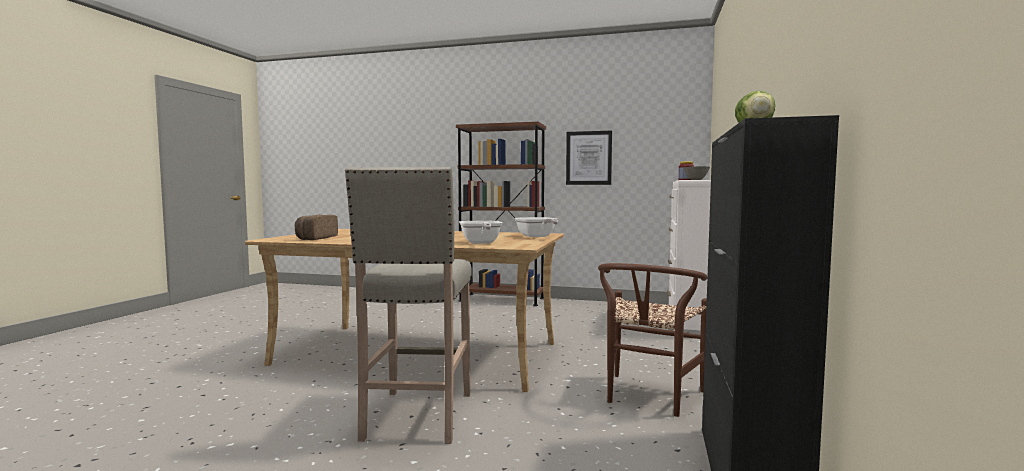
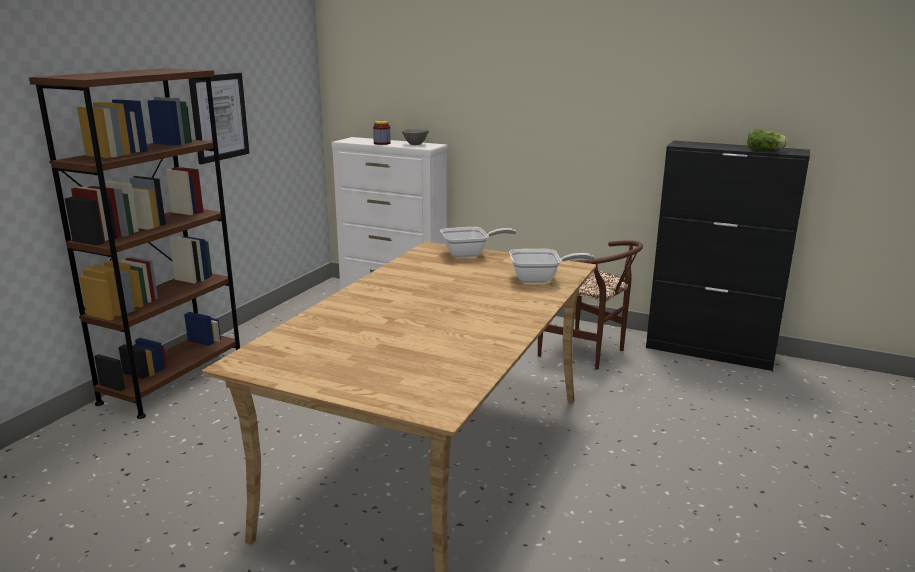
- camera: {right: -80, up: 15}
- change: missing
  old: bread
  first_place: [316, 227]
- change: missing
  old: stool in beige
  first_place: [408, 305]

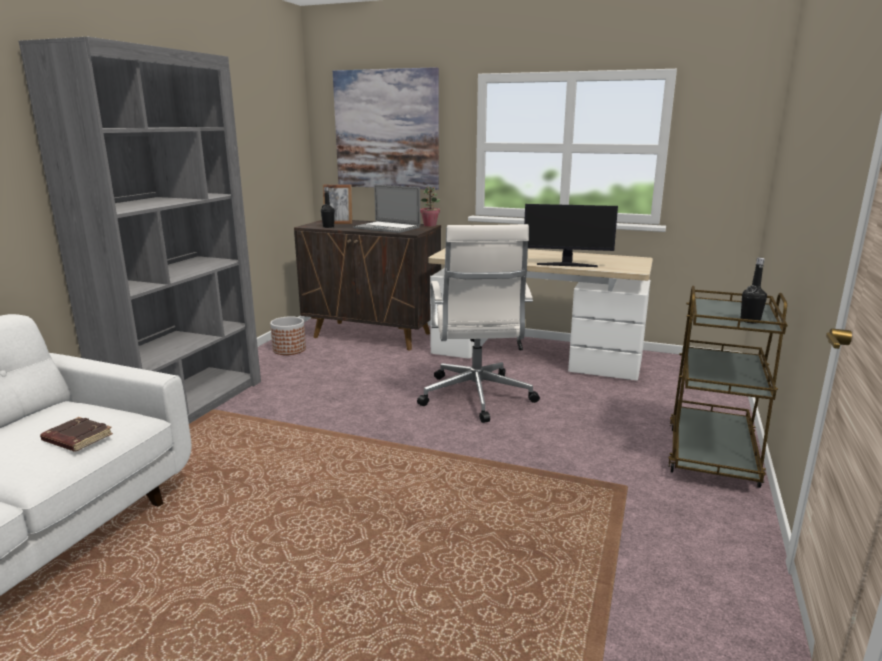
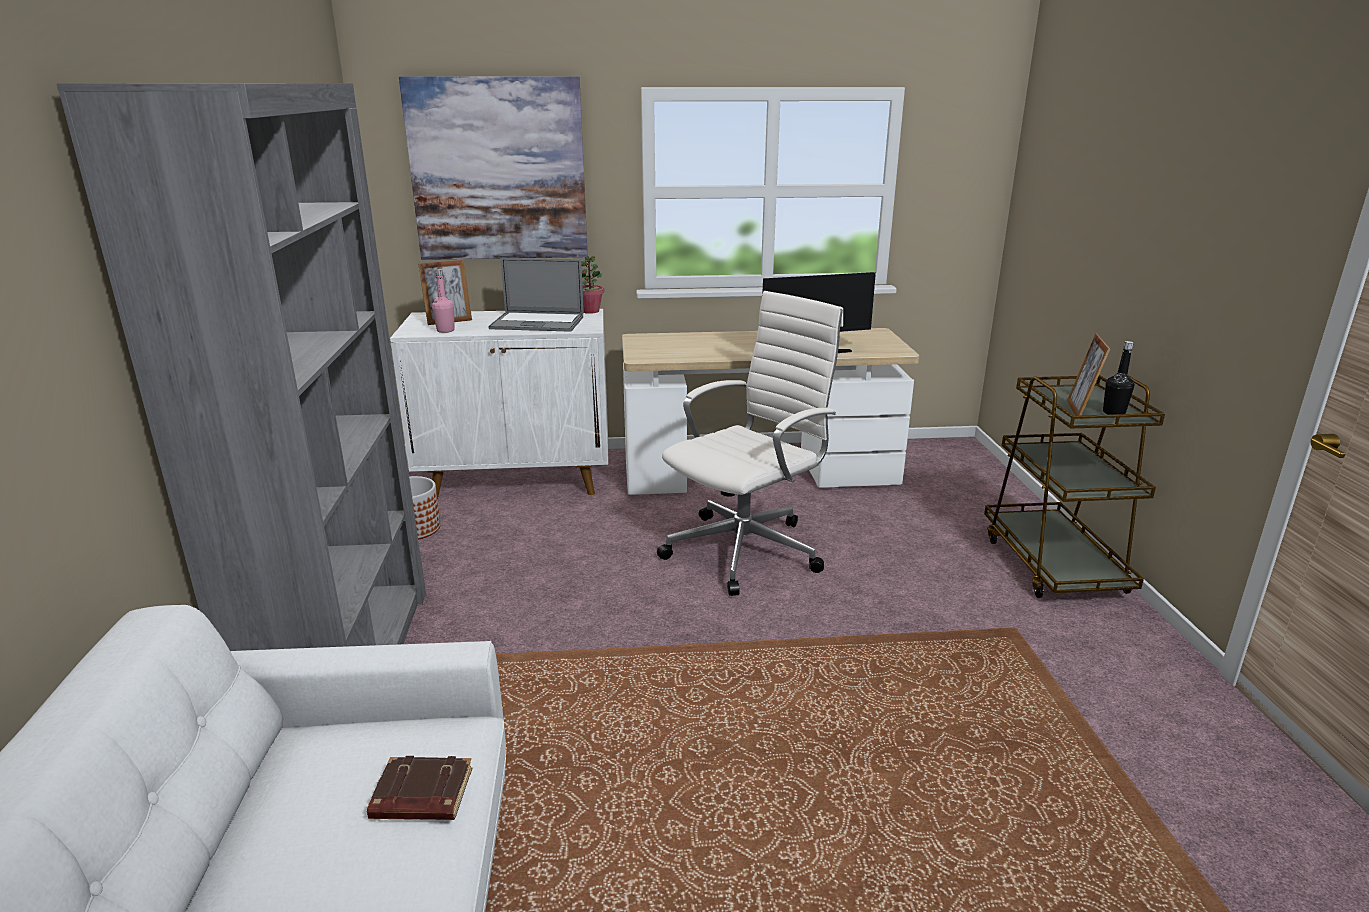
- camera: {right: -25, up: 5}
- change: colour
  old: cabinet in brown
  new: cabinet in white
  first_place: [367, 285]
  second_place: [499, 404]
- change: colour
  old: bottle in black
  new: bottle in pink
  first_place: [328, 207]
  second_place: [443, 301]
- change: spun
  old: office chair in white
  first_place: [478, 323]
  second_place: [750, 443]
  degrees: -105
- change: appeared
  new: picture frame
  second_place: [1088, 376]

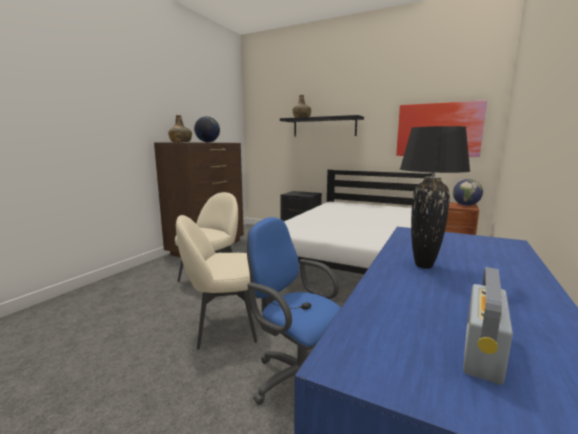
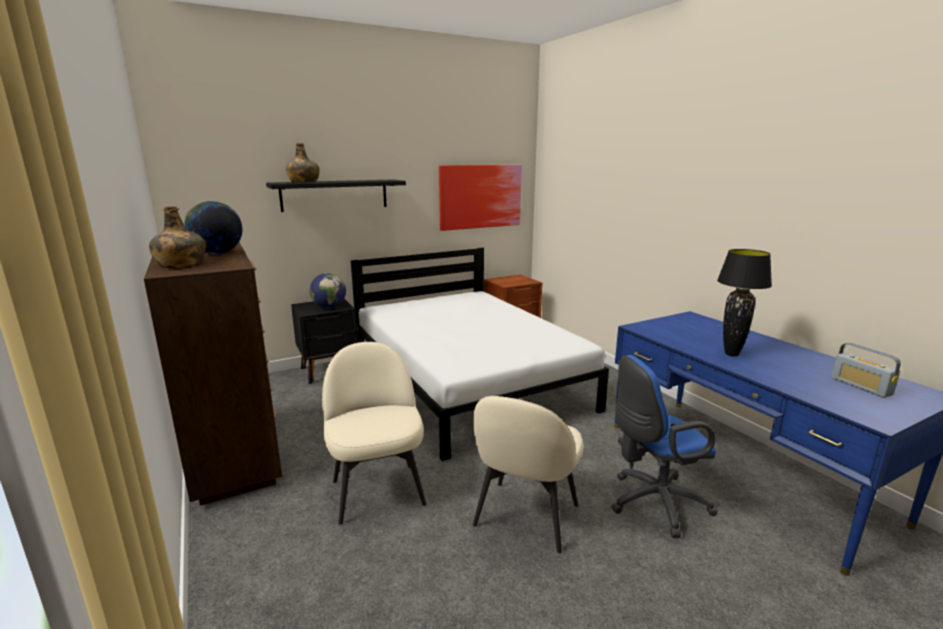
- camera: {right: -55, up: 5}
- change: relocated
  old: globe
  first_place: [468, 192]
  second_place: [328, 290]

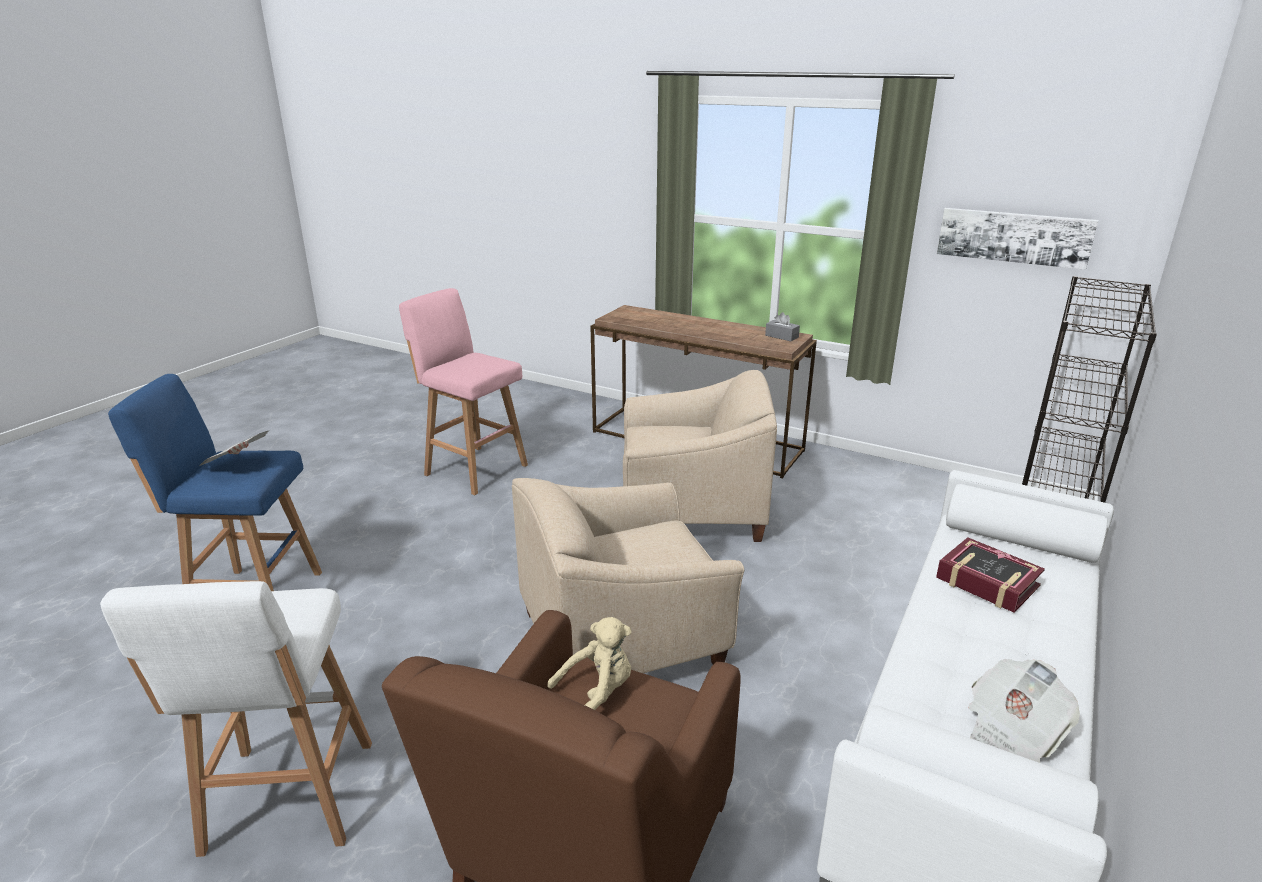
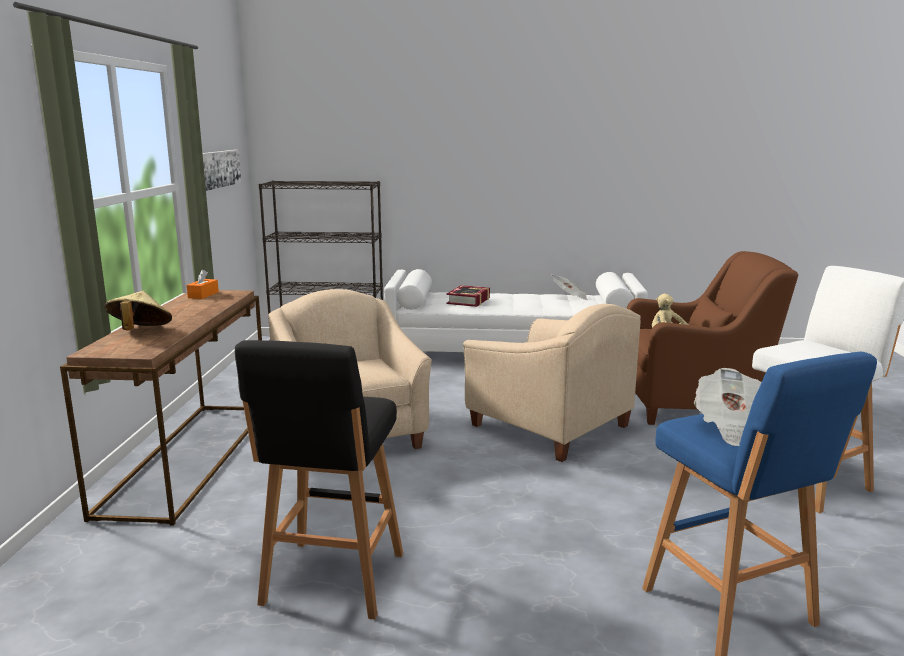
- camera: {right: -115, up: -10}
- change: appeared
  new: hat in beige
  second_place: [138, 311]
- change: colour
  old: tissue box in grey
  new: tissue box in orange
  first_place: [782, 326]
  second_place: [203, 284]
- change: colour
  old: stool in pink
  new: stool in black
  first_place: [463, 391]
  second_place: [319, 480]

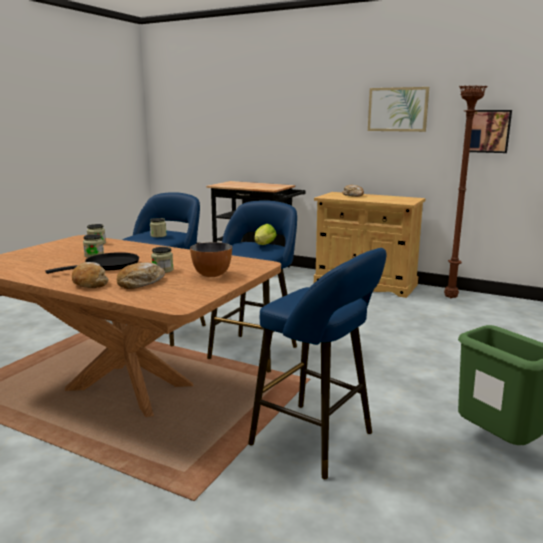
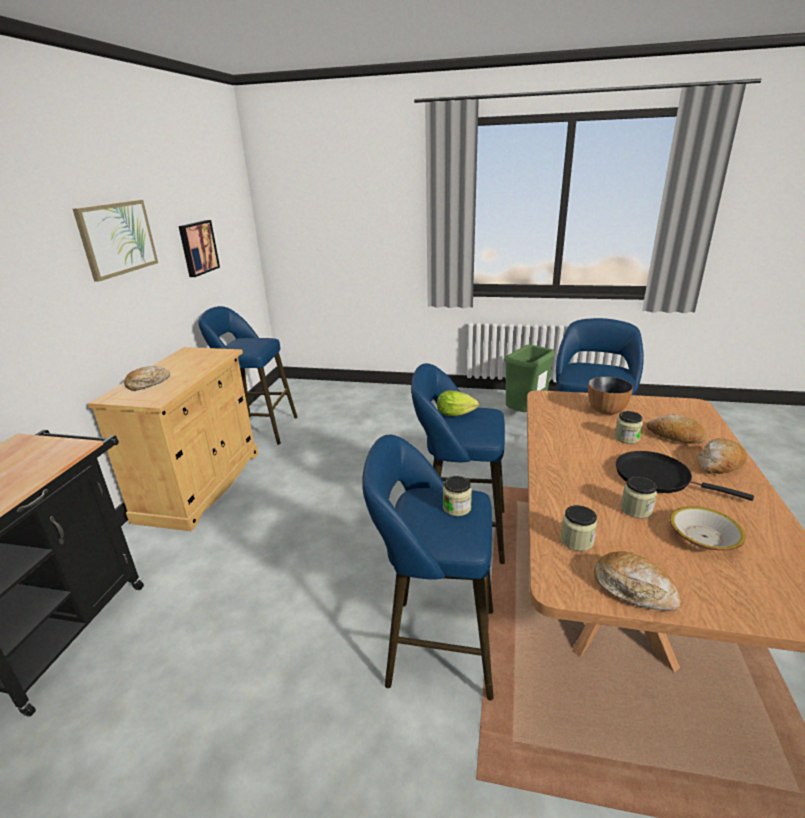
- camera: {right: -105, up: 10}
- change: exchanged
  old: floor lamp in brown
  new: stool in blue
  first_place: [465, 191]
  second_place: [248, 375]
- change: appeared
  new: bread
  second_place: [637, 581]
- change: appeared
  new: bowl
  second_place: [708, 528]

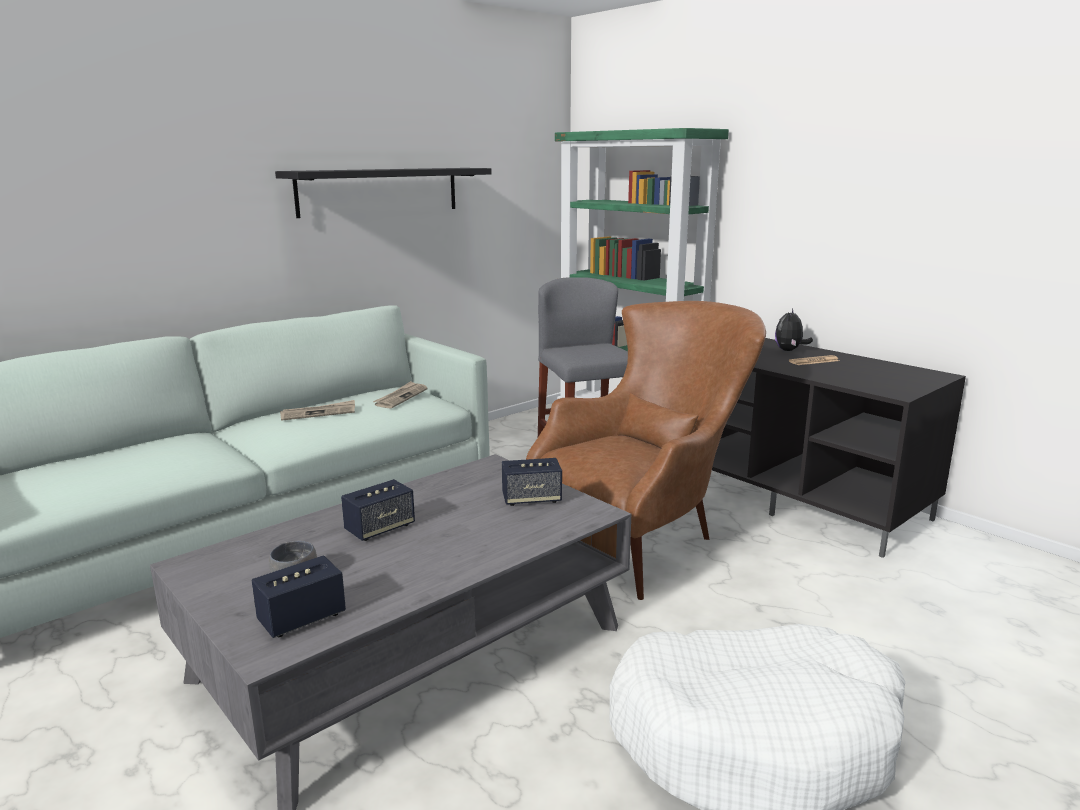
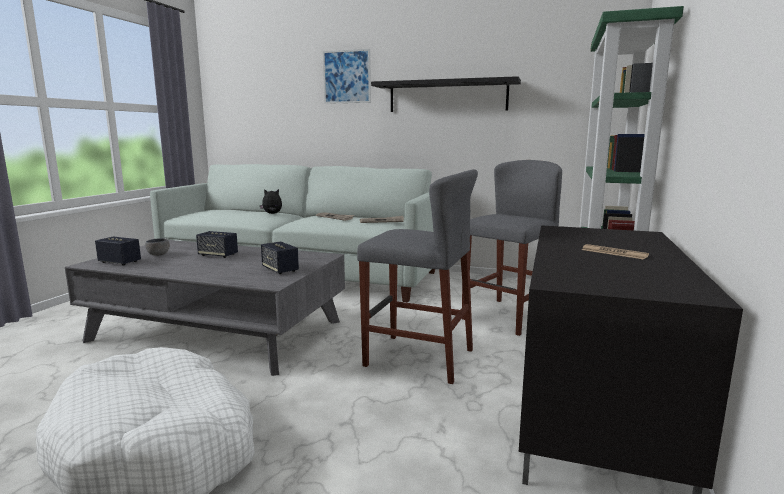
- camera: {right: 60, up: -5}
- change: relocated
  old: plush toy
  first_place: [794, 329]
  second_place: [271, 201]
- change: appeared
  new: picture
  second_place: [347, 76]
- change: exchanged
  old: armchair in brown
  new: stool in grey
  first_place: [646, 450]
  second_place: [417, 276]

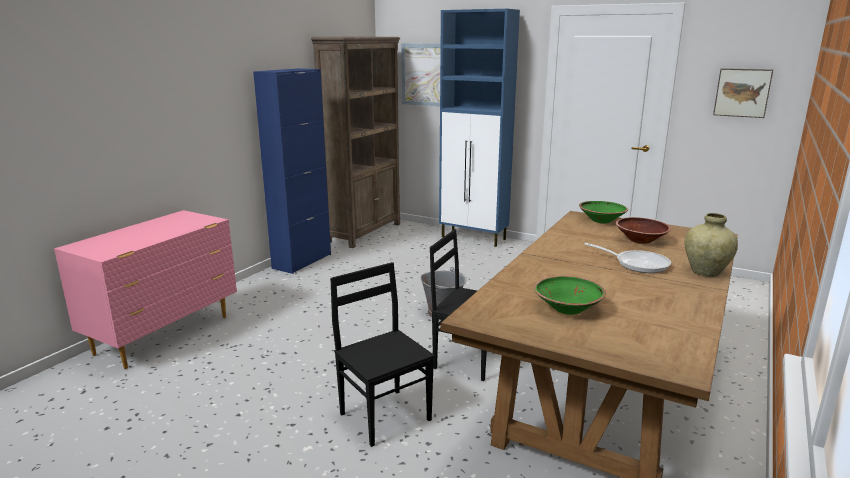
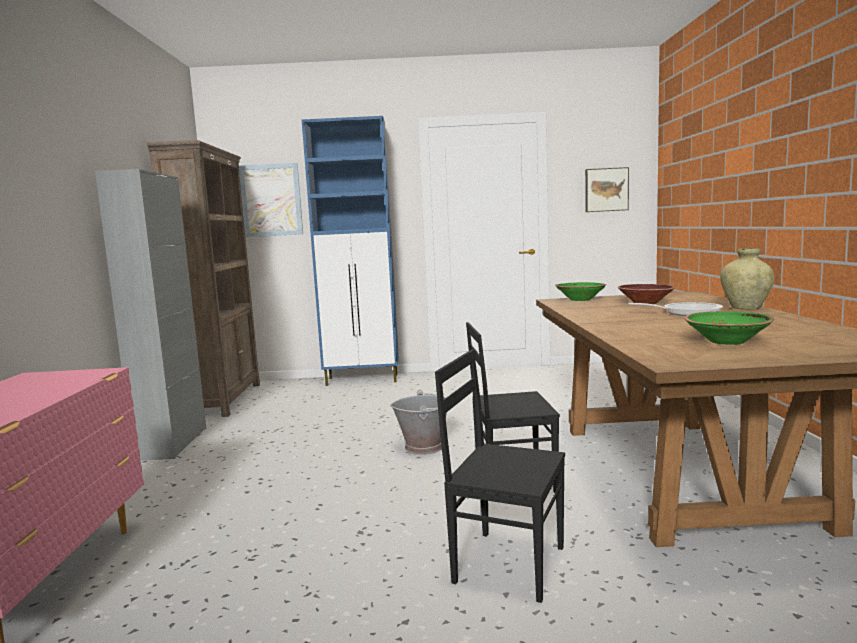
- camera: {right: -30, up: -10}
- change: colour
  old: cabinet in blue
  new: cabinet in grey
  first_place: [292, 171]
  second_place: [150, 315]

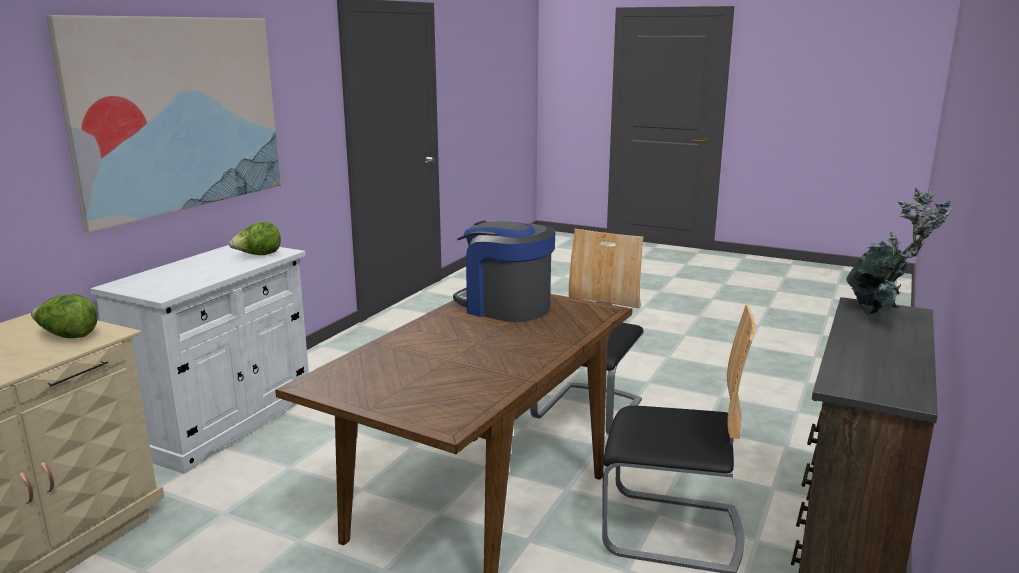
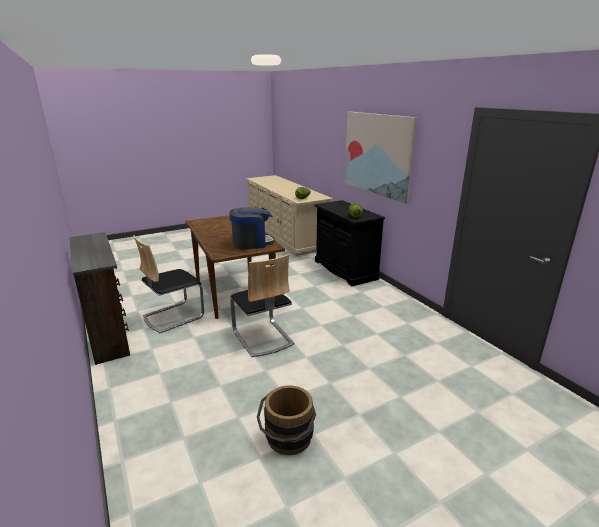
- camera: {right: 125, up: 5}
- change: appeared
  new: bucket in brown
  second_place: [286, 420]
- change: colour
  old: cabinet in white
  new: cabinet in black
  first_place: [199, 359]
  second_place: [349, 243]
- change: missing
  old: potted plant
  first_place: [899, 251]

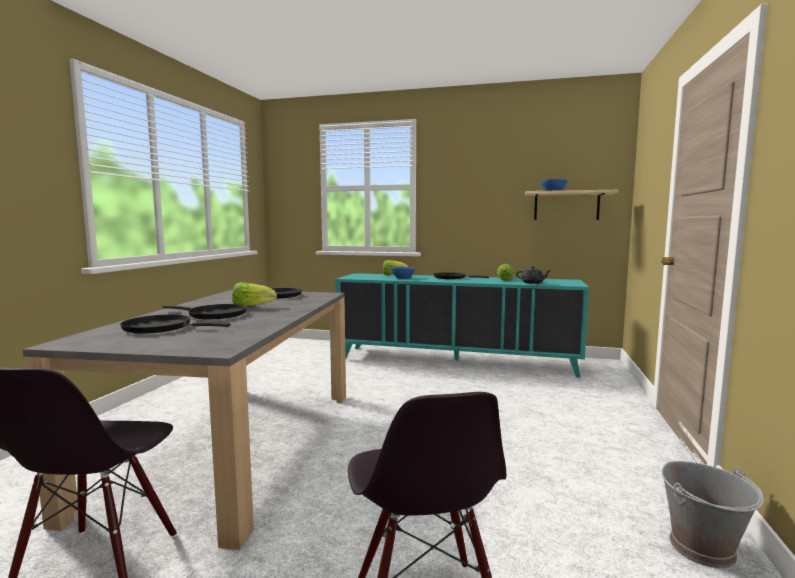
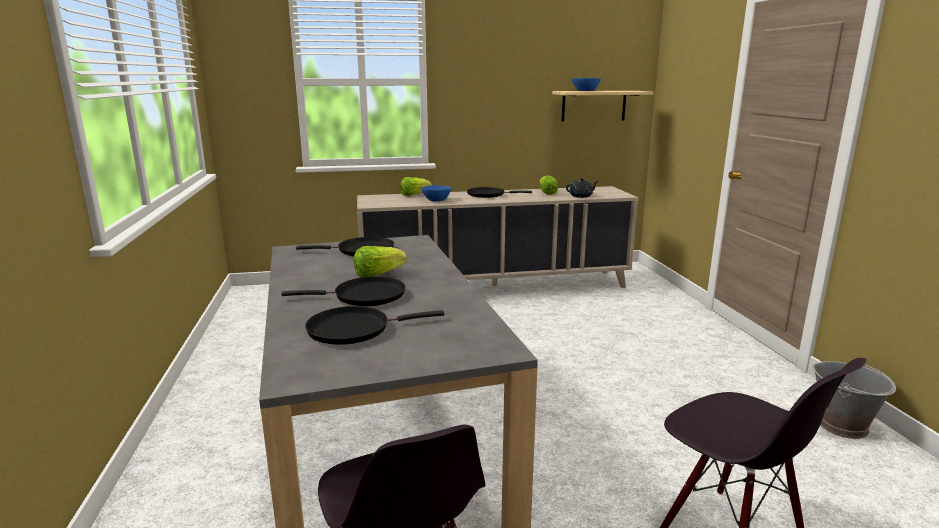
- camera: {right: -25, up: 10}
- change: colour
  old: cabinet in turquoise
  new: cabinet in beige
  first_place: [462, 325]
  second_place: [497, 237]

